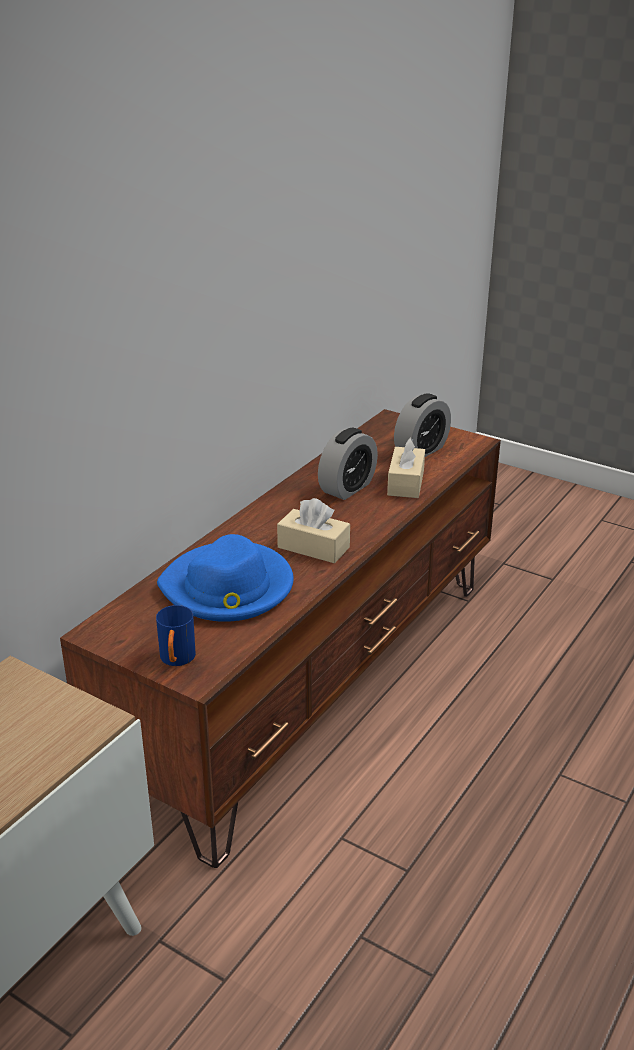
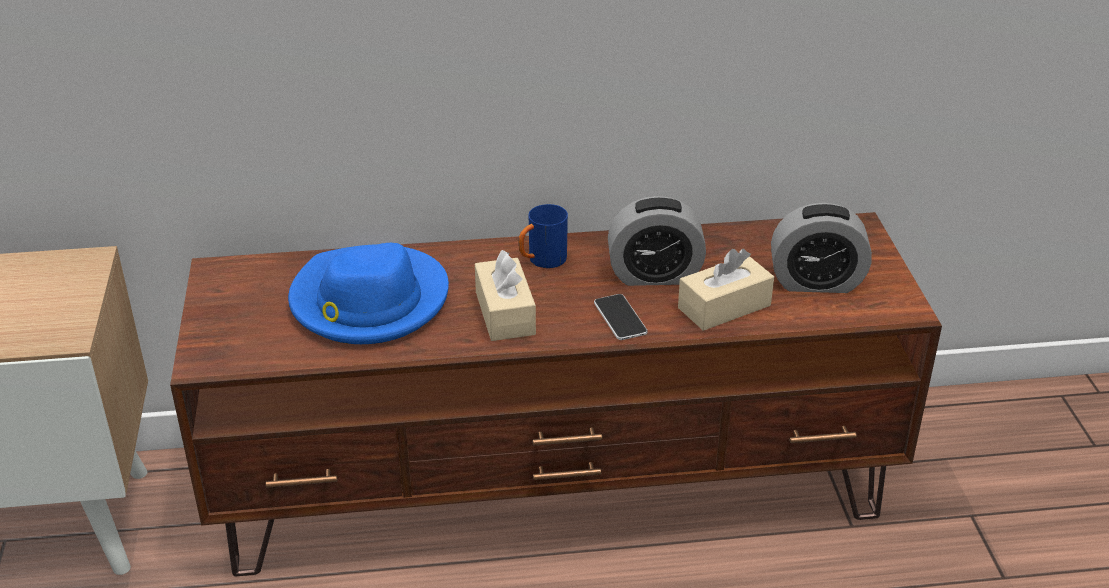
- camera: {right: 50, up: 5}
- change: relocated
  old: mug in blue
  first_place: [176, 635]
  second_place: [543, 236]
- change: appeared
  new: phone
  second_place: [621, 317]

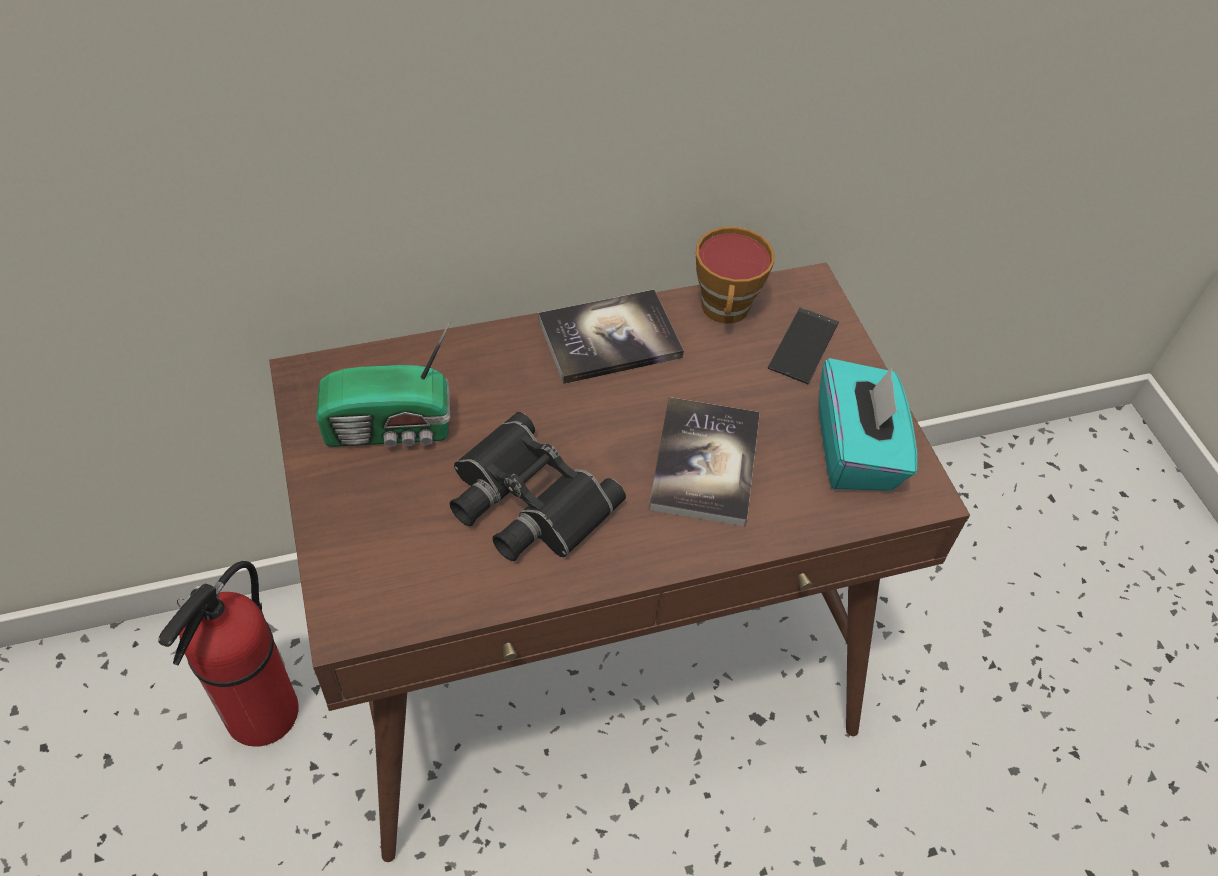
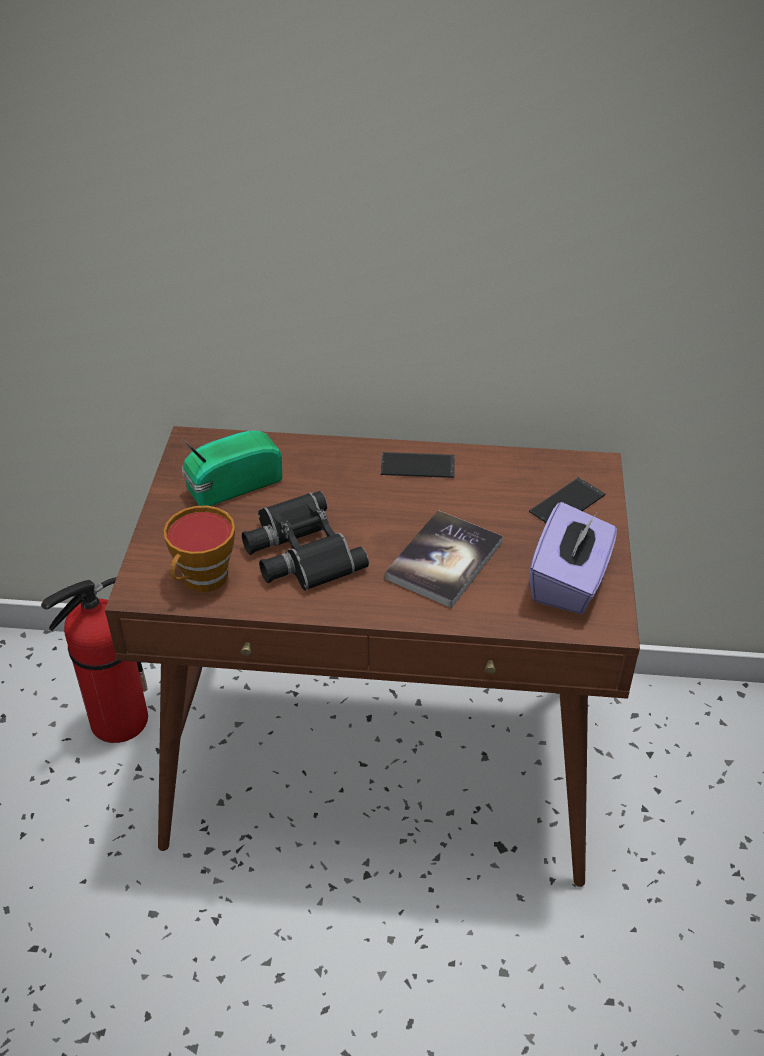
- camera: {right: 25, up: -10}
- change: relocated
  old: cup
  first_place: [735, 275]
  second_place: [199, 548]
- change: spun
  old: radio
  first_place: [383, 384]
  second_place: [232, 468]
  degrees: 135
- change: exchanged
  old: book
  new: phone
  first_place: [611, 337]
  second_place: [417, 465]
- change: colour
  old: tissue box in turquoise
  new: tissue box in purple
  first_place: [868, 424]
  second_place: [573, 558]

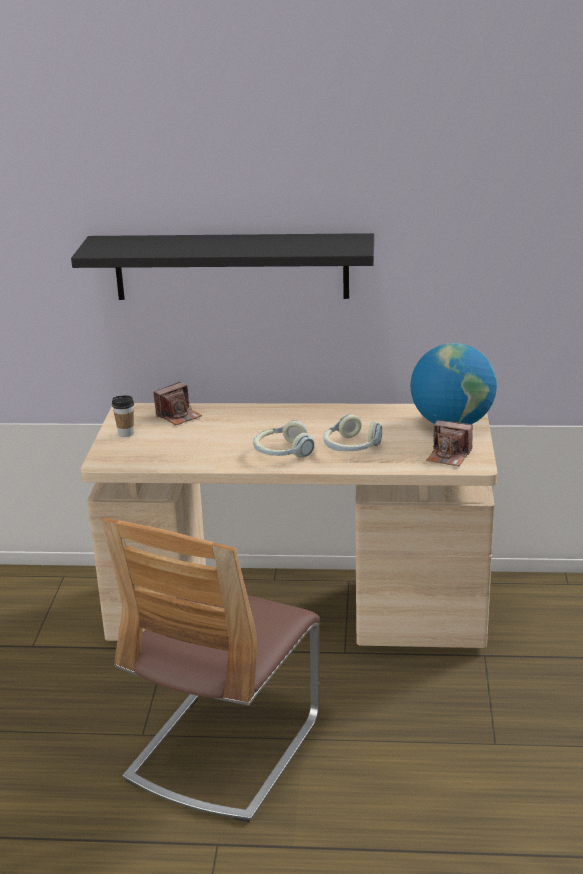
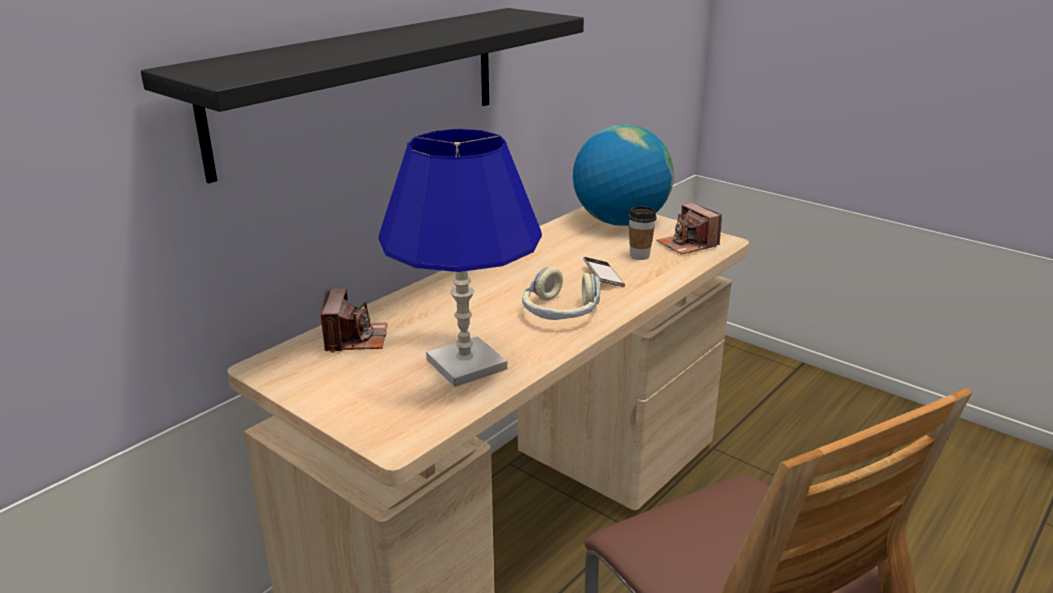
- camera: {right: -55, up: 0}
- change: appeared
  new: table lamp in blue
  second_place: [460, 258]
- change: exchanged
  old: headphones
  new: phone
  first_place: [352, 432]
  second_place: [604, 272]
- change: relocated
  old: cup
  first_place: [123, 416]
  second_place: [642, 233]
- change: spun
  old: photo camera
  first_place: [449, 443]
  second_place: [689, 228]
  degrees: 90

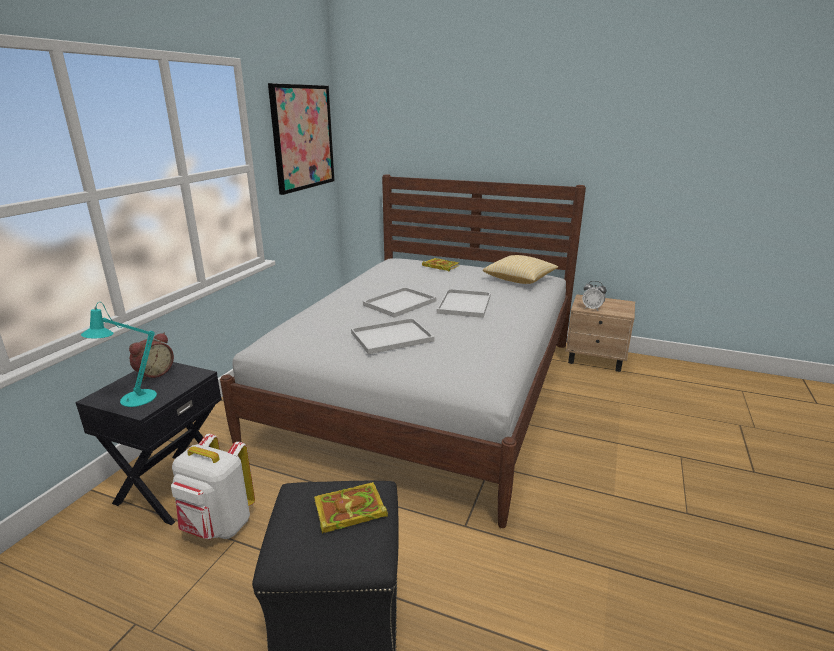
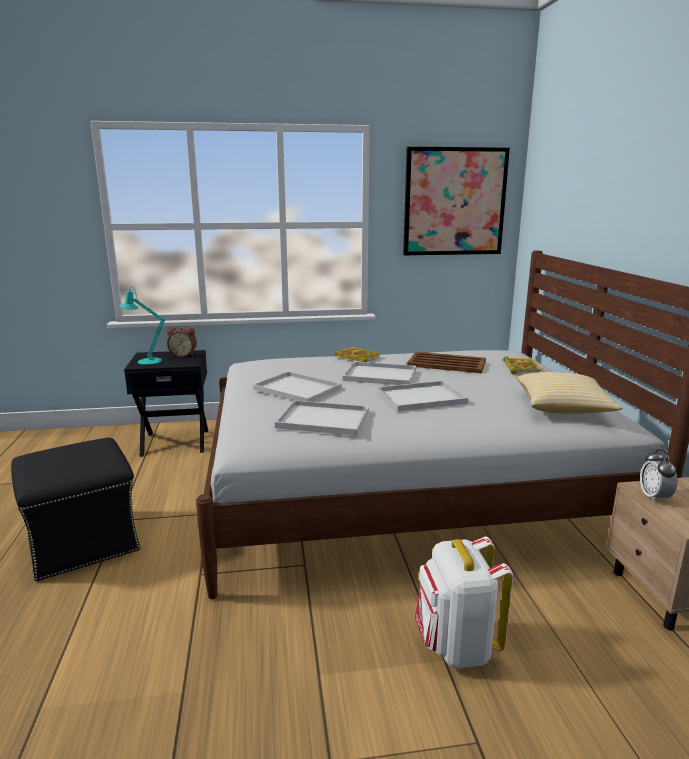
- camera: {right: 60, up: -5}
- change: appeared
  new: tray in white
  second_place: [322, 418]
- change: relocated
  old: book
  first_place: [351, 508]
  second_place: [357, 354]
- change: appeared
  new: tray in brown
  second_place: [446, 362]
- change: relocated
  old: backpack in white
  first_place: [213, 487]
  second_place: [464, 602]

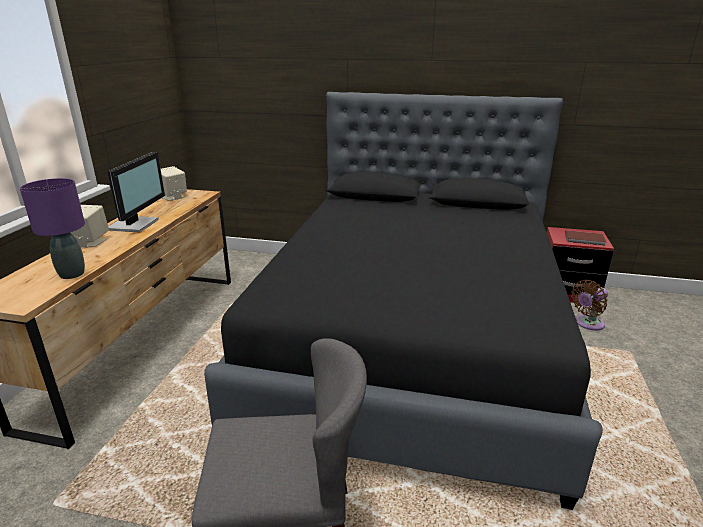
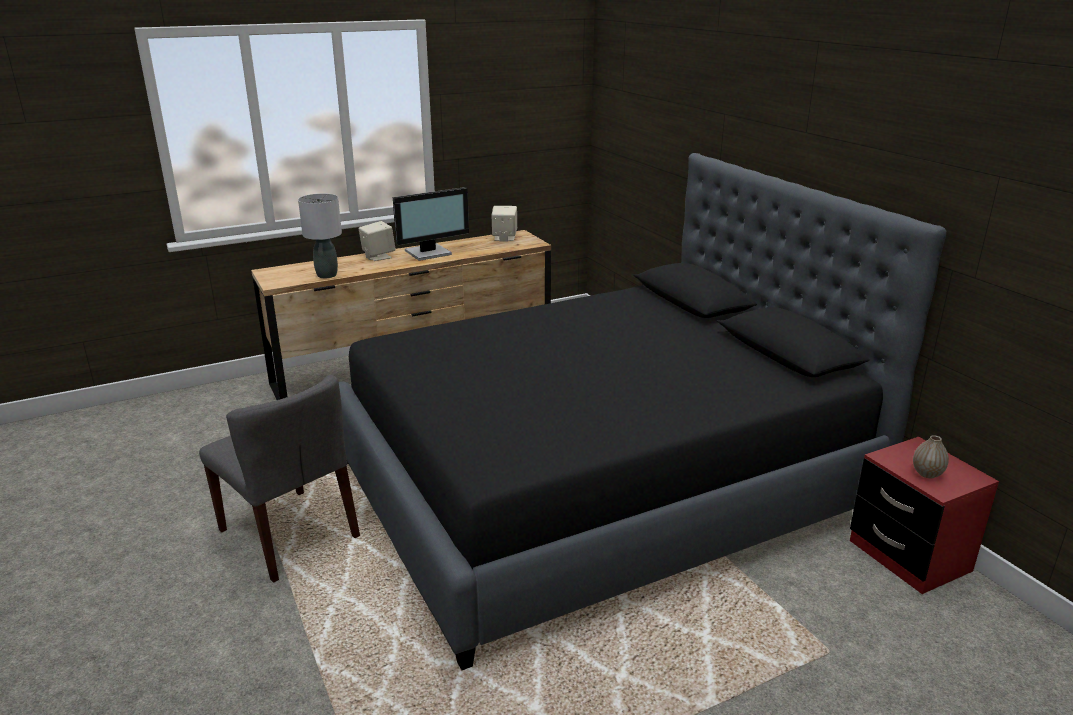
- camera: {right: 50, up: 0}
- change: colour
  old: table lamp in purple
  new: table lamp in grey
  first_place: [52, 228]
  second_place: [320, 235]
- change: exchanged
  old: book in brown
  new: vase
  first_place: [585, 238]
  second_place: [931, 456]
- change: missing
  old: fan in brown
  first_place: [589, 305]

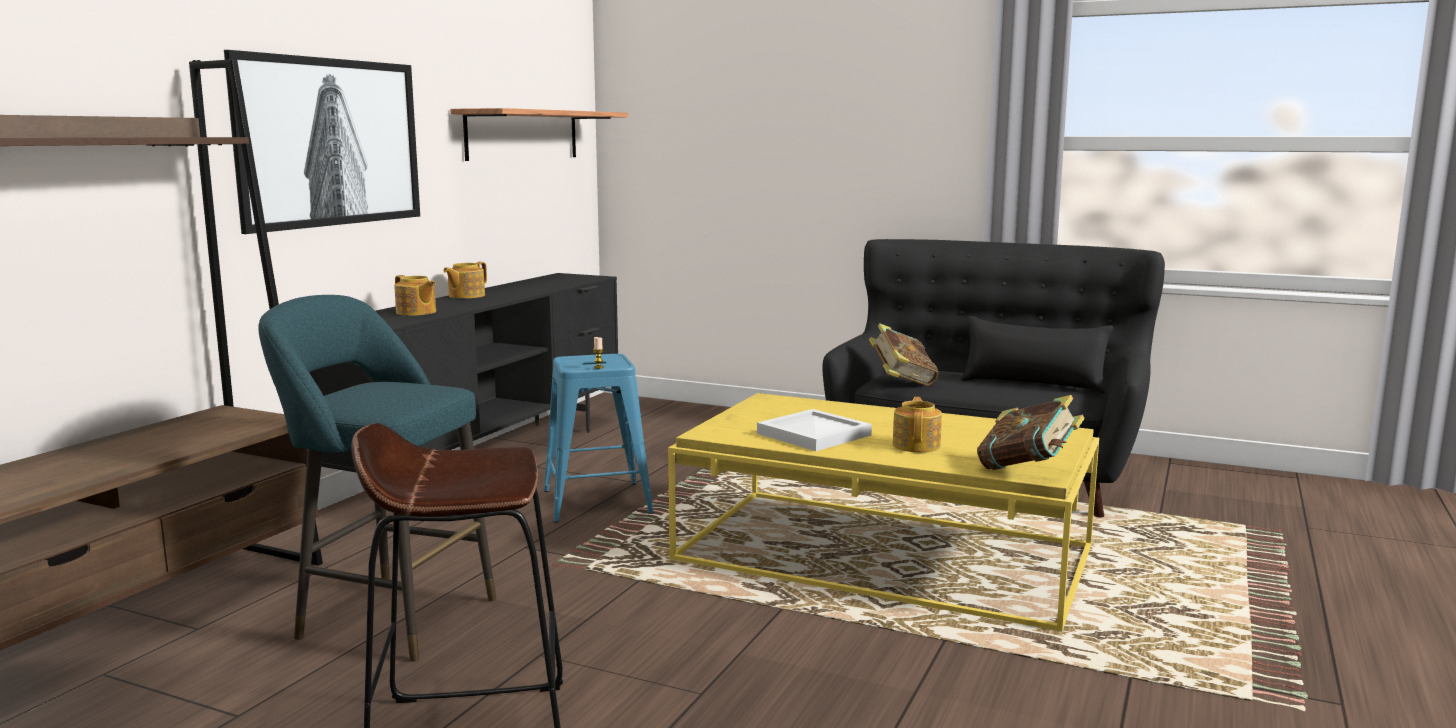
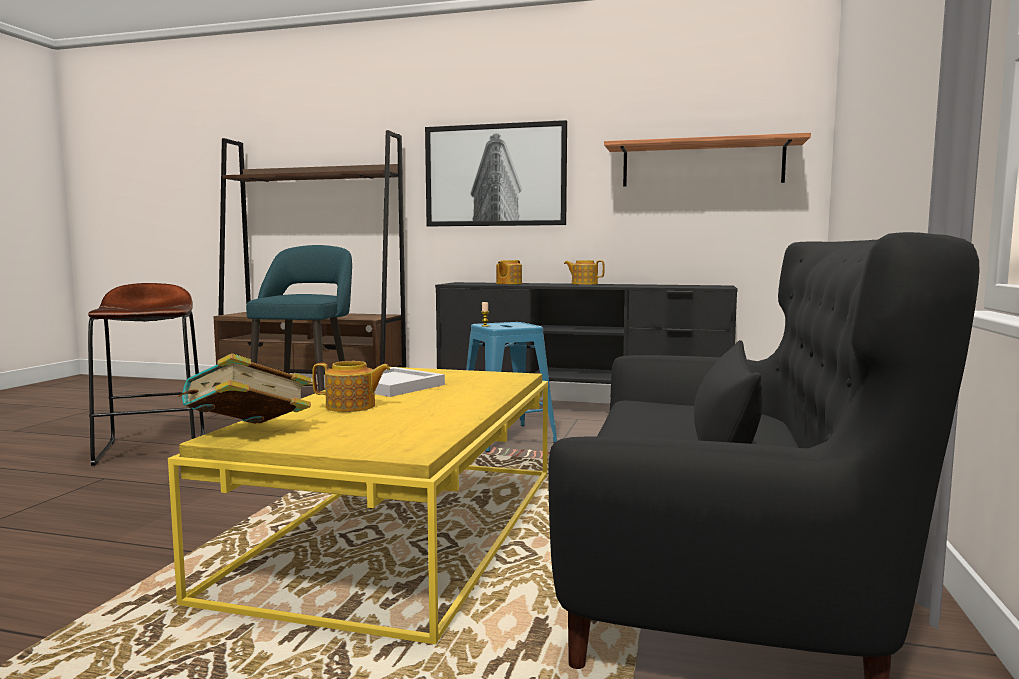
- camera: {right: 80, up: -5}
- change: missing
  old: book
  first_place: [903, 354]

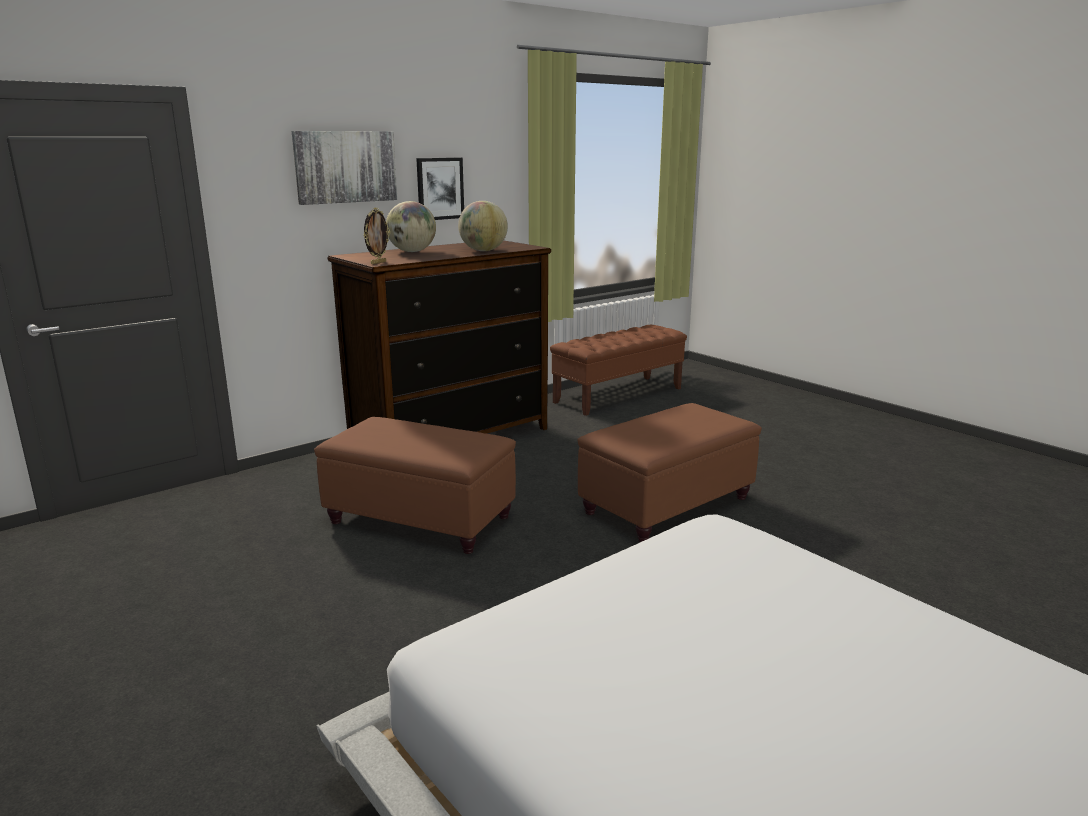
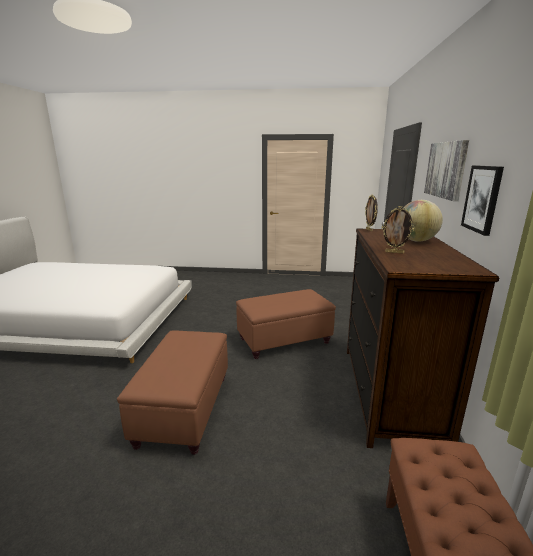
- camera: {right: 135, up: 0}
- change: exchanged
  old: globe
  new: picture frame
  first_place: [483, 226]
  second_place: [397, 229]

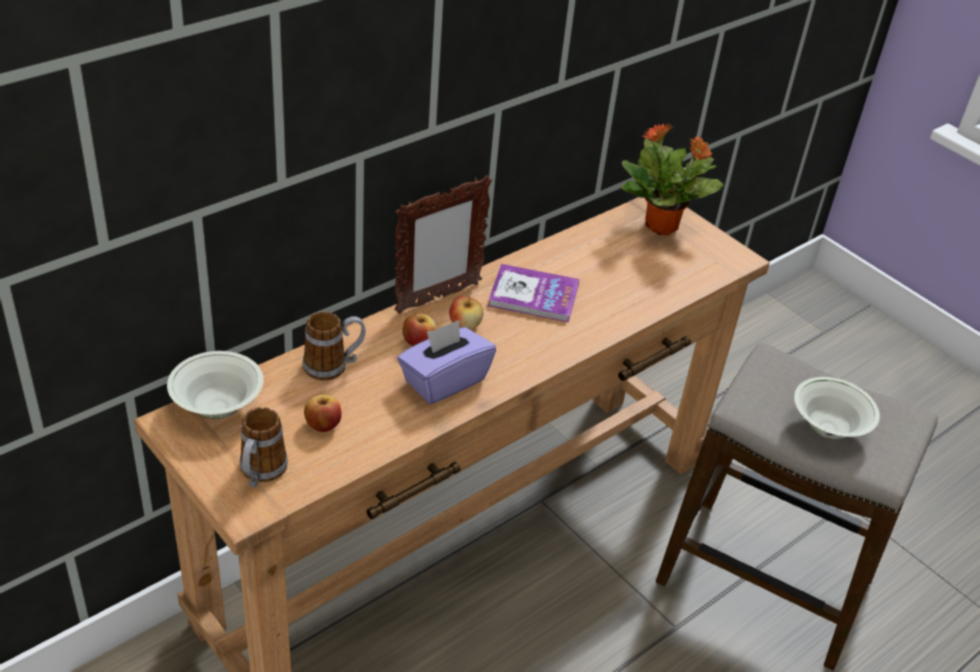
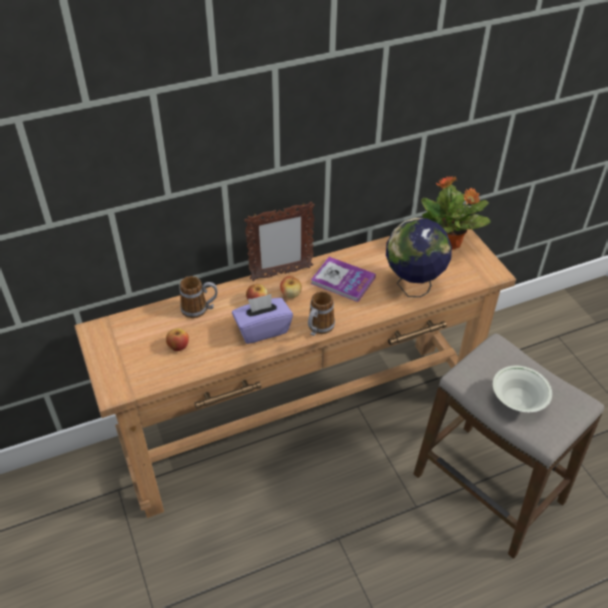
- camera: {right: 20, up: 5}
- change: relocated
  old: mug
  first_place: [264, 447]
  second_place: [321, 313]
- change: appeared
  new: globe
  second_place: [419, 257]
- change: missing
  old: bowl in white
  first_place: [215, 385]

